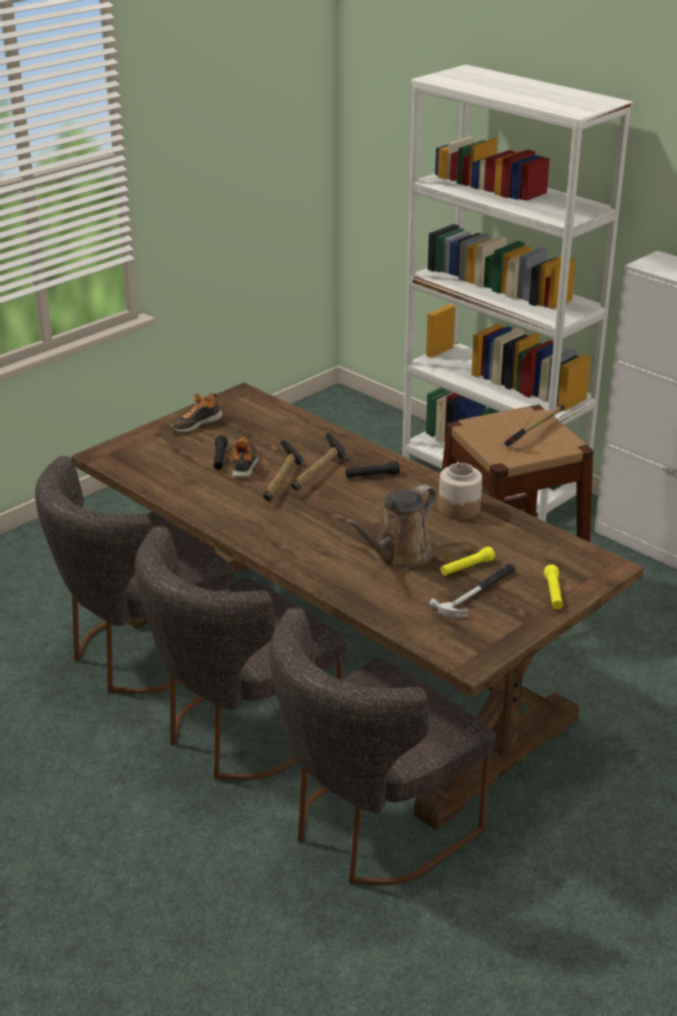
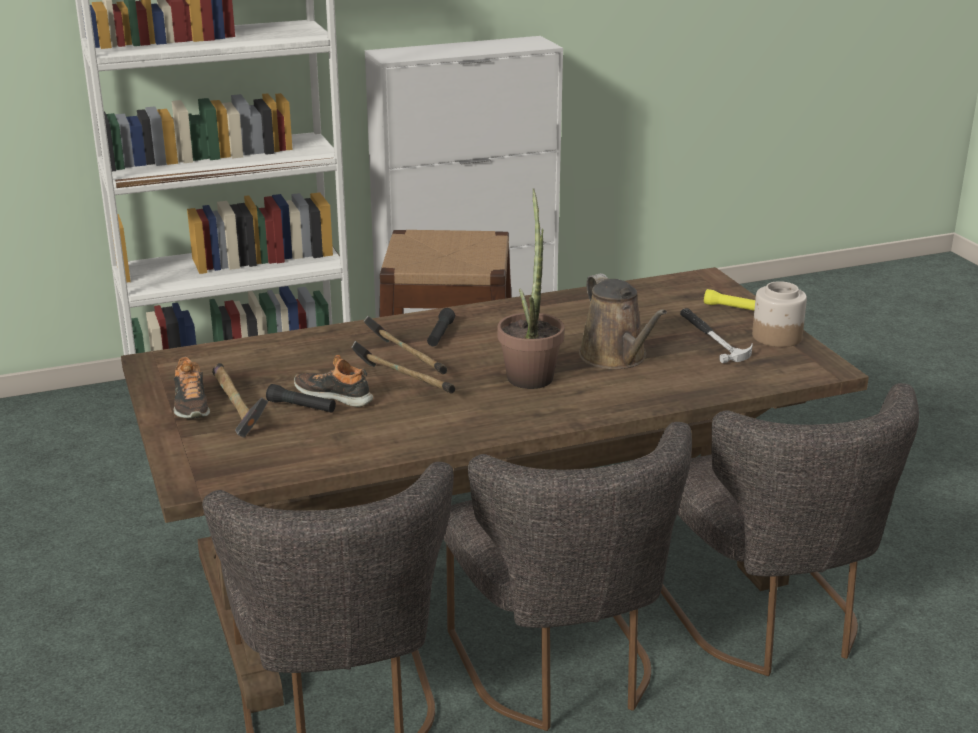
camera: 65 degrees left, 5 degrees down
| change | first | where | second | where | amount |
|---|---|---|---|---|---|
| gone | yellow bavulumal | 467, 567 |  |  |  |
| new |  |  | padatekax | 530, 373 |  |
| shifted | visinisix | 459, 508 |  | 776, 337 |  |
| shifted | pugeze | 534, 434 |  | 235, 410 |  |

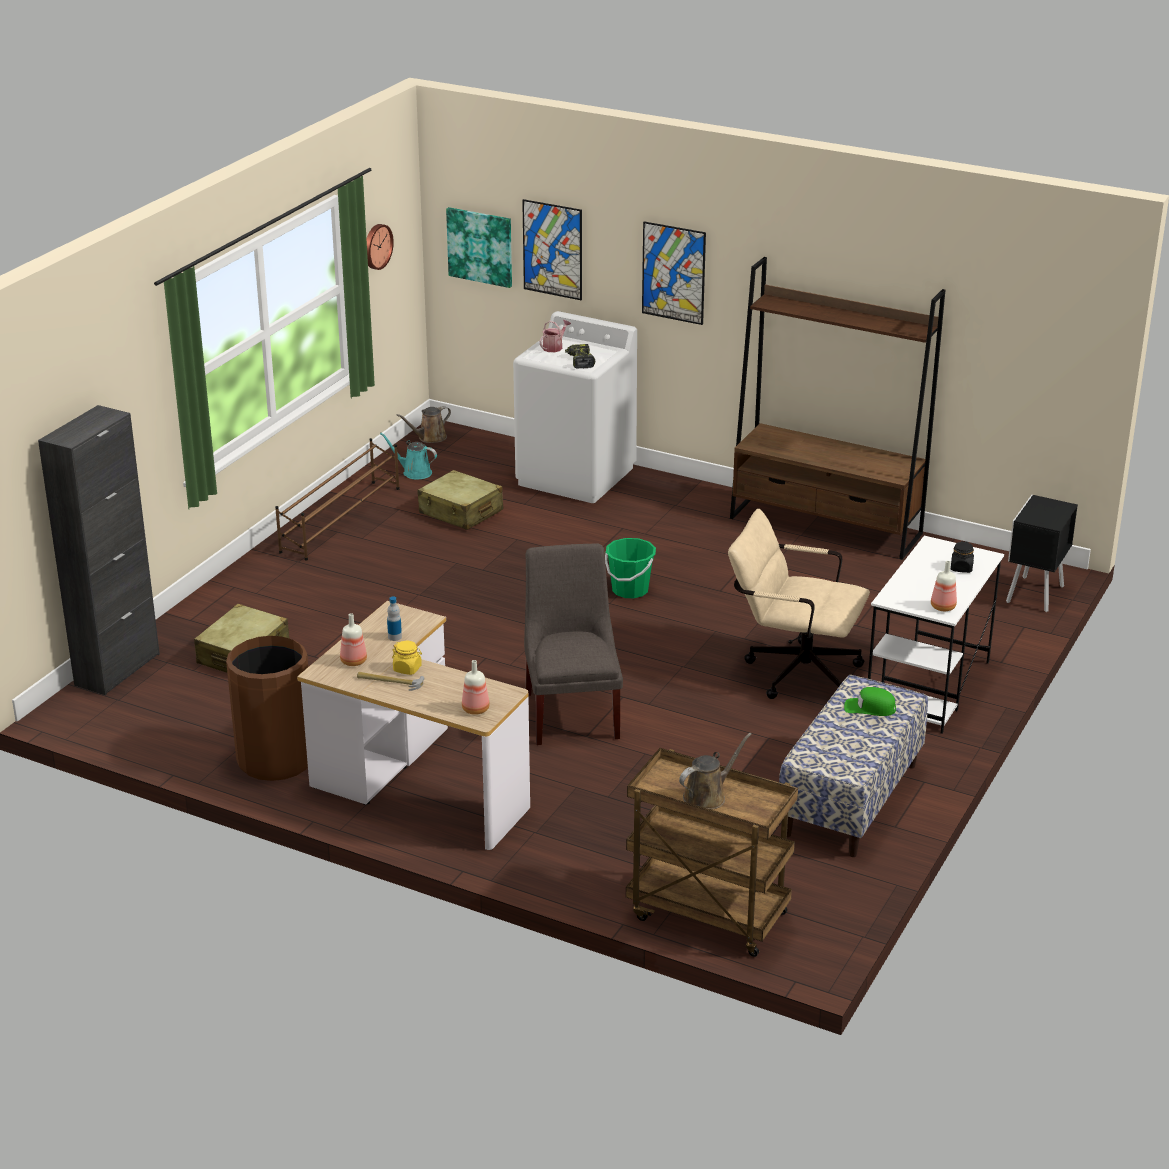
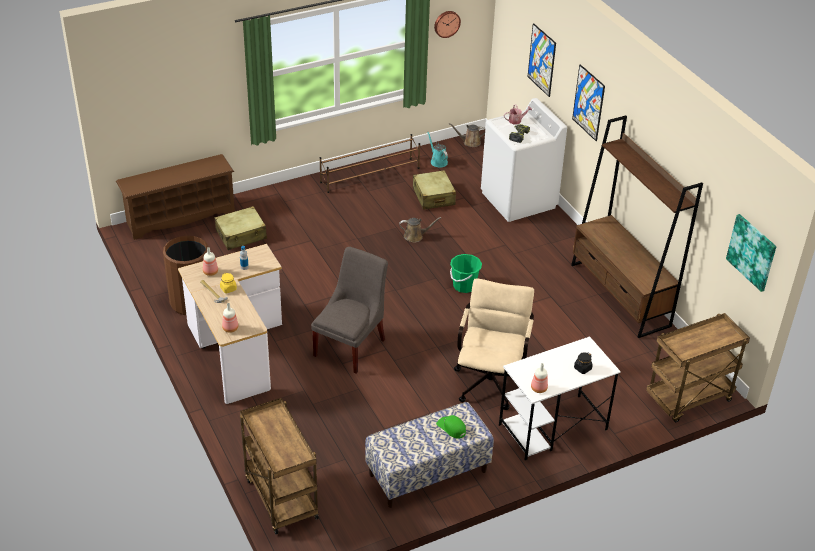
camera: 35 degrees right, 10 degrees up
| change | first | where | second | where | amount |
|---|---|---|---|---|---|
| shifted | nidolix | 480, 246 |  | 752, 252 |  |
| shifted | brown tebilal | 707, 796 |  | 415, 236 |  |
| swapped | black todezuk | 117, 669 | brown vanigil | 180, 217 |  |
| swapped | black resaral | 1033, 595 | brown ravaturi | 688, 400 |  |
| rotated | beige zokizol | 793, 671 |  | 491, 379 | 45 degrees clockwise |

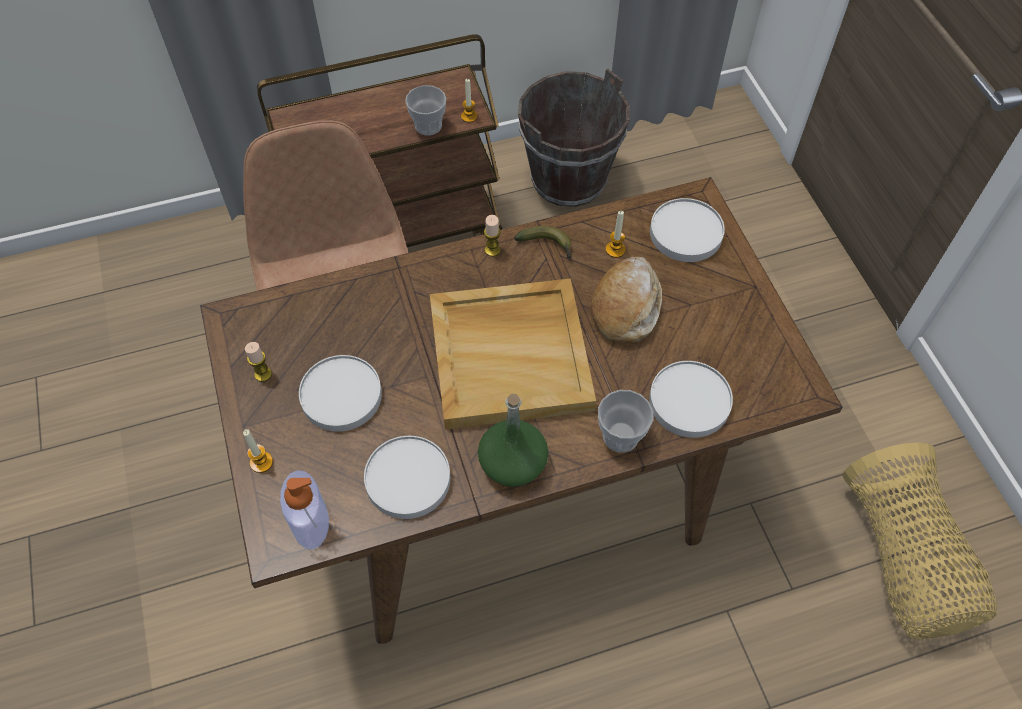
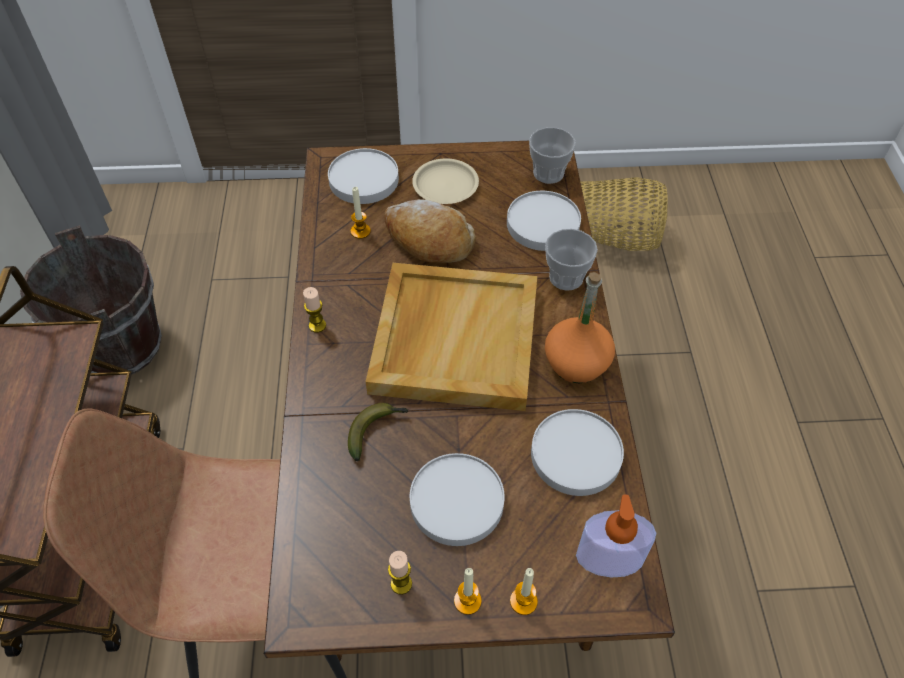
camera: 75 degrees left, 5 degrees down
| change | first | where | second | where | amount |
|---|---|---|---|---|---|
| new |  |  | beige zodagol | 445, 185 |  |
| shifted | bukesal | 428, 125 |  | 548, 173 |  |
| shifted | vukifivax | 469, 116 |  | 467, 601 |  |
| shifted | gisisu | 548, 246 |  | 376, 430 |  |
| repainted | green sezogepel | 513, 463 | orange sezogepel | 576, 362 |  |

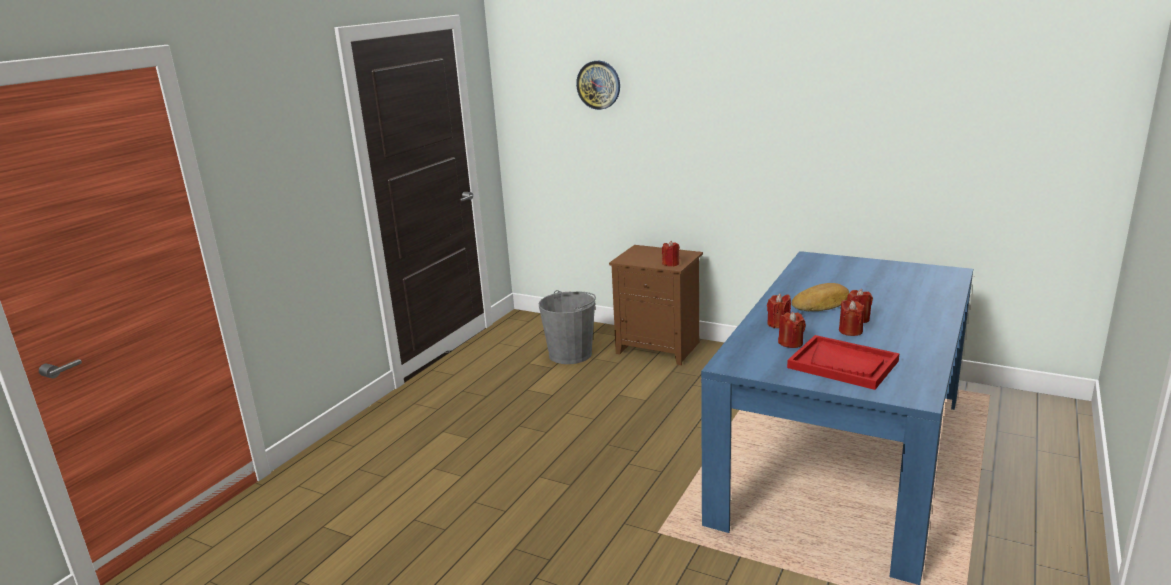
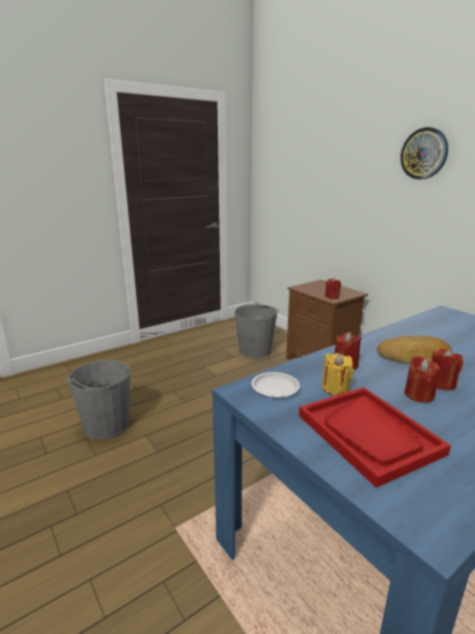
camera: 25 degrees right, 0 degrees up
| change | first | where | second | where | amount |
|---|---|---|---|---|---|
| new |  |  | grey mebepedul | 106, 425 |  |
| new |  |  | white zodagol | 275, 387 |  |
| shifted | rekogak | 598, 85 |  | 424, 153 |  |
| repainted | red vukifivax | 790, 343 | yellow vukifivax | 335, 388 |  |

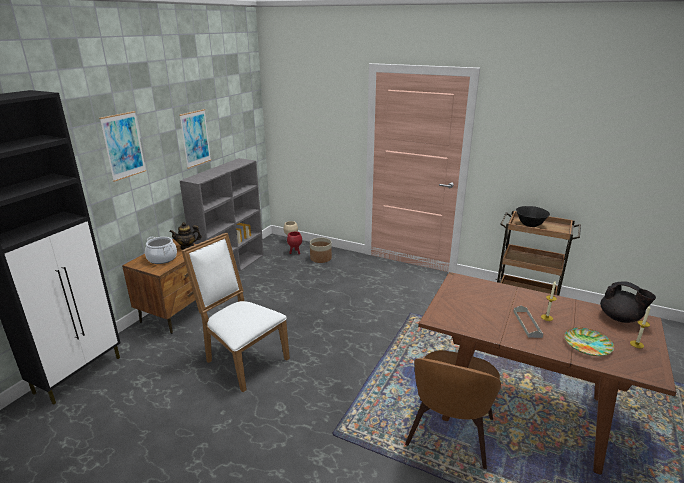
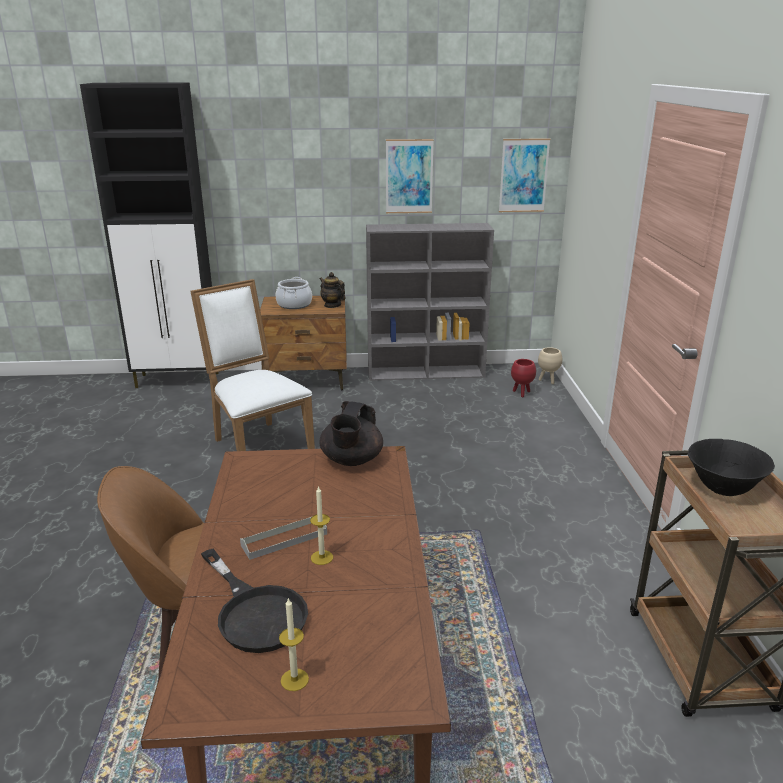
camera: 60 degrees right, 0 degrees up
| change | first | where | second | where | amount |
|---|---|---|---|---|---|
| gone | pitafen | 321, 258 |  |  |  |
| shifted | nidolix | 123, 146 |  | 523, 175 |  |
| shifted | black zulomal | 620, 318 |  | 351, 460 |  |
| swapped | zodagol | 587, 344 | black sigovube | 255, 612 |  |
| rotated | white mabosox | 243, 359 |  | 258, 444 | 45 degrees counterclockwise |

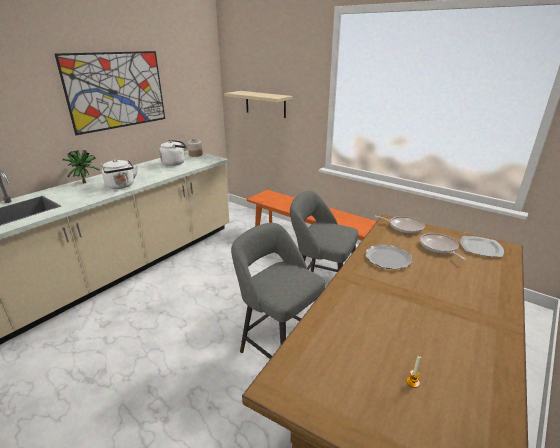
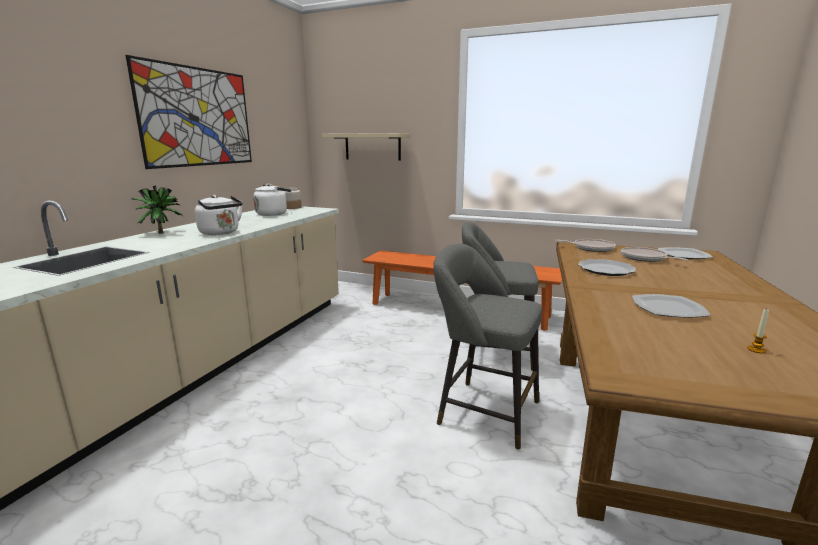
camera: 15 degrees left, 10 degrees down
| change | first | where | second | where | amount |
|---|---|---|---|---|---|
| new |  |  | zodagol | 667, 308 |  |

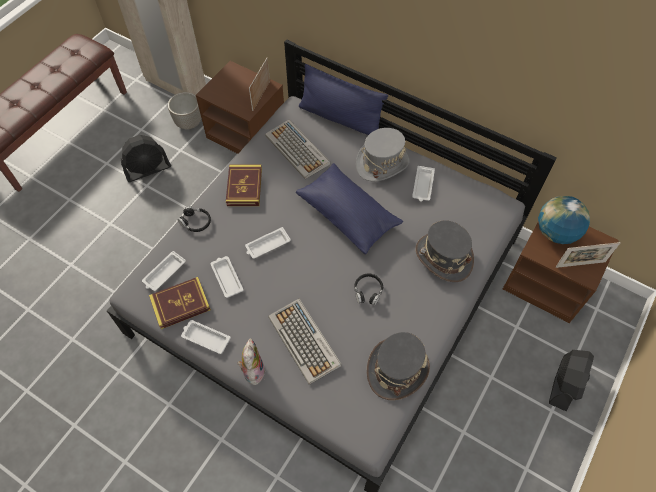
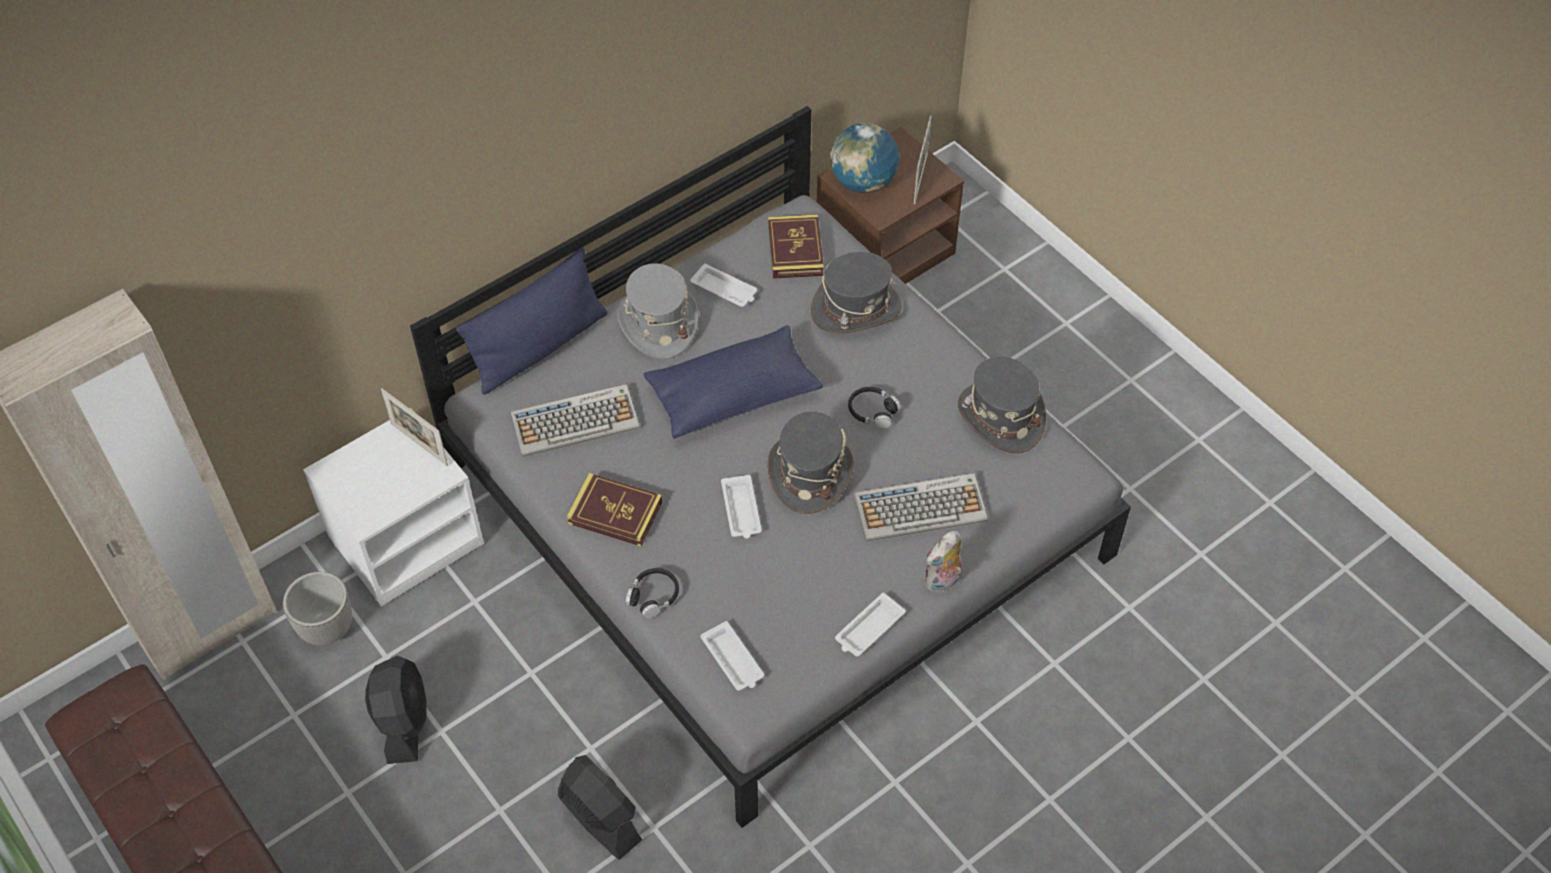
camera: 70 degrees left, 5 degrees down
| change | first | where | second | where | amount |
|---|---|---|---|---|---|
| gone | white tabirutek | 226, 277 |  |  |  |
| new |  |  | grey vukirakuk | 810, 473 |  |
| shifted | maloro | 180, 304 |  | 795, 250 |  |
| shifted | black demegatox | 564, 383 |  | 600, 818 |  |
| repainted | brown resaral | 247, 133 | white resaral | 406, 539 |  |
| rotated | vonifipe | 252, 370 |  | 943, 581 | 60 degrees counterclockwise |

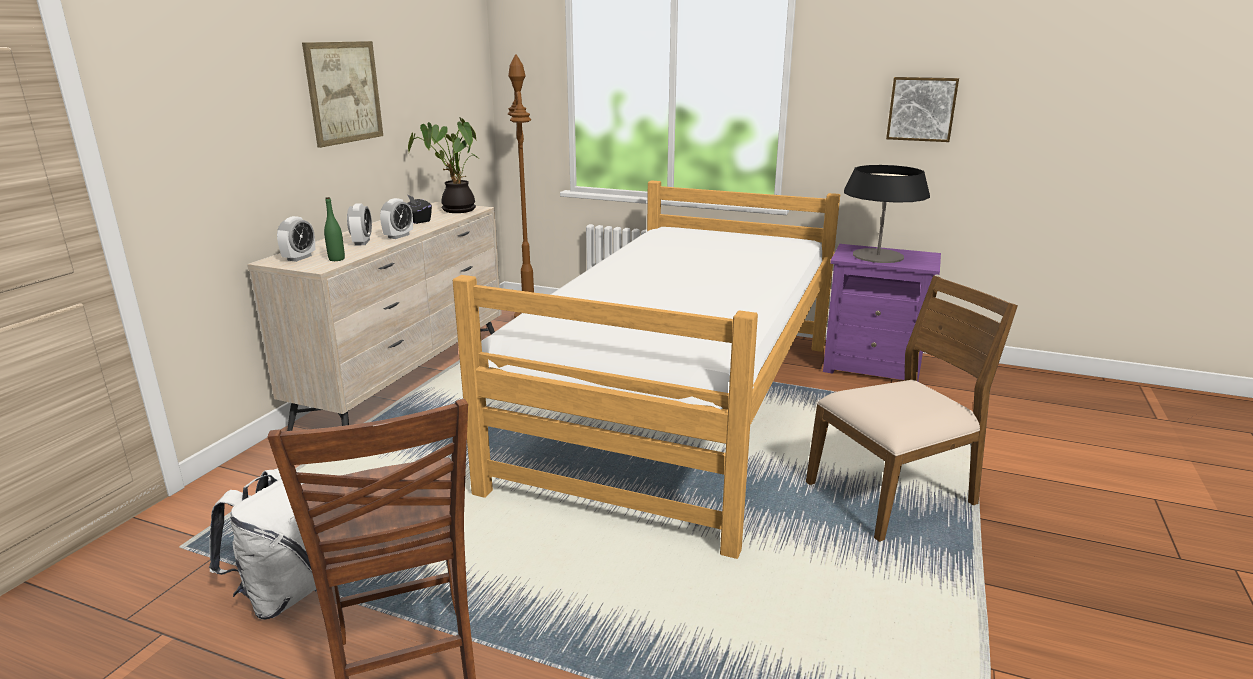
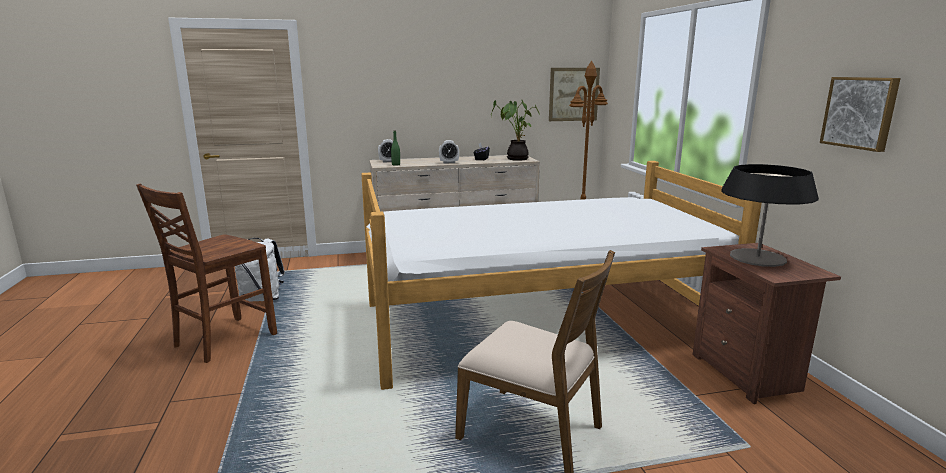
camera: 55 degrees right, 5 degrees down
| change | first | where | second | where | amount |
|---|---|---|---|---|---|
| gone | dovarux | 362, 242 |  |  |  |
| shifted | nidolix | 344, 92 |  | 573, 94 |  |
| repainted | purple resaral | 872, 367 | brown resaral | 748, 374 |  |

